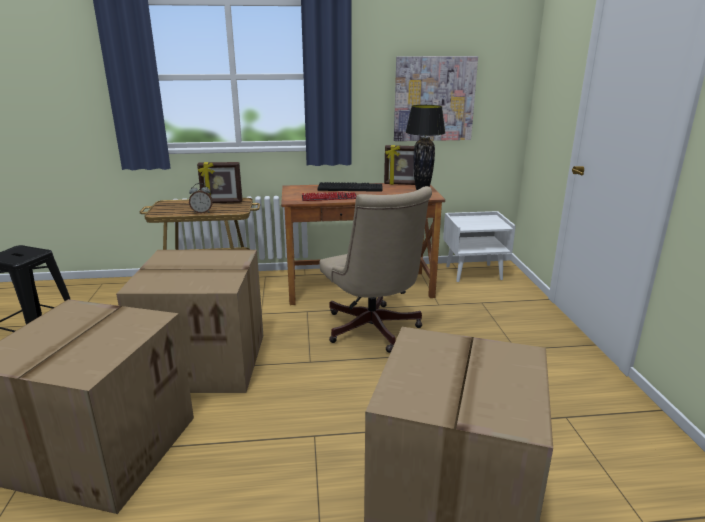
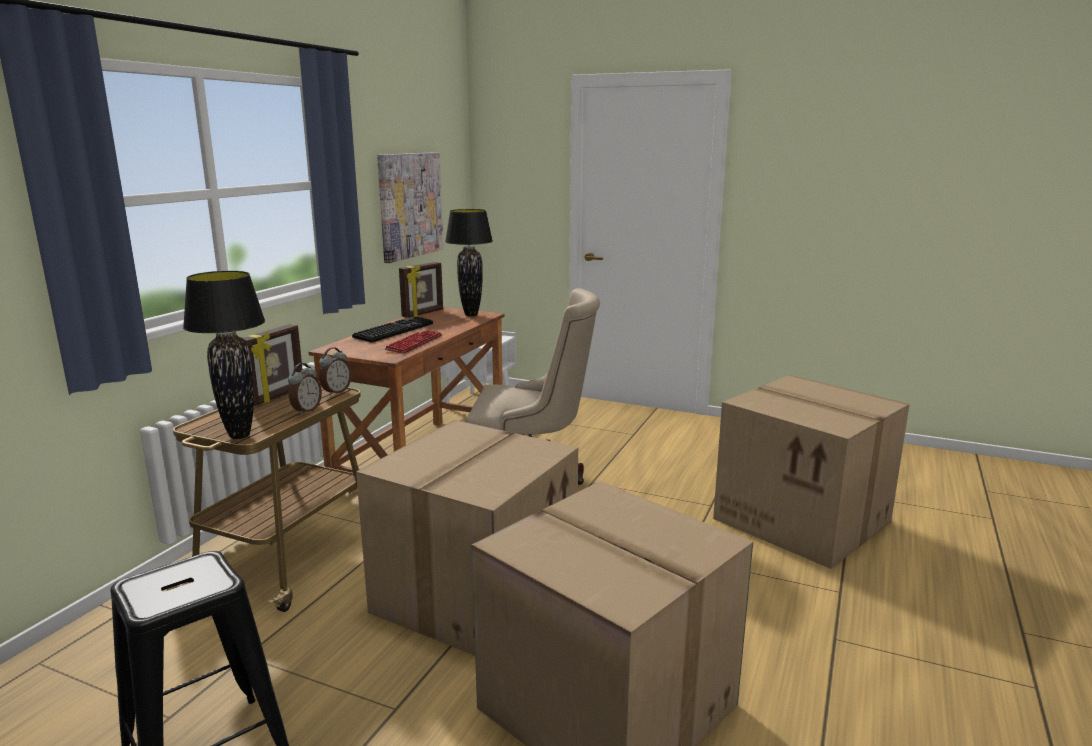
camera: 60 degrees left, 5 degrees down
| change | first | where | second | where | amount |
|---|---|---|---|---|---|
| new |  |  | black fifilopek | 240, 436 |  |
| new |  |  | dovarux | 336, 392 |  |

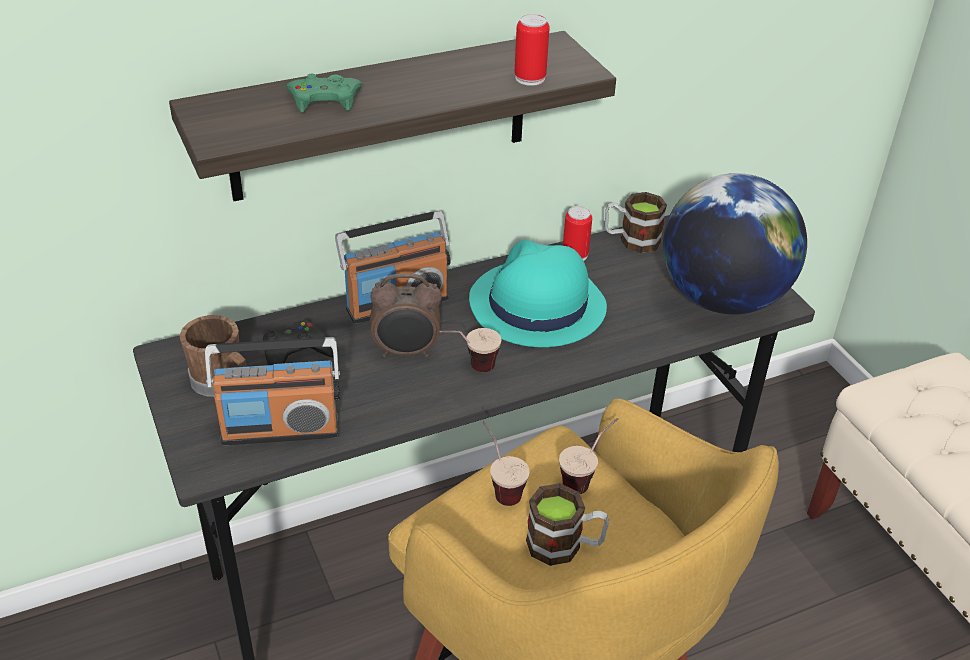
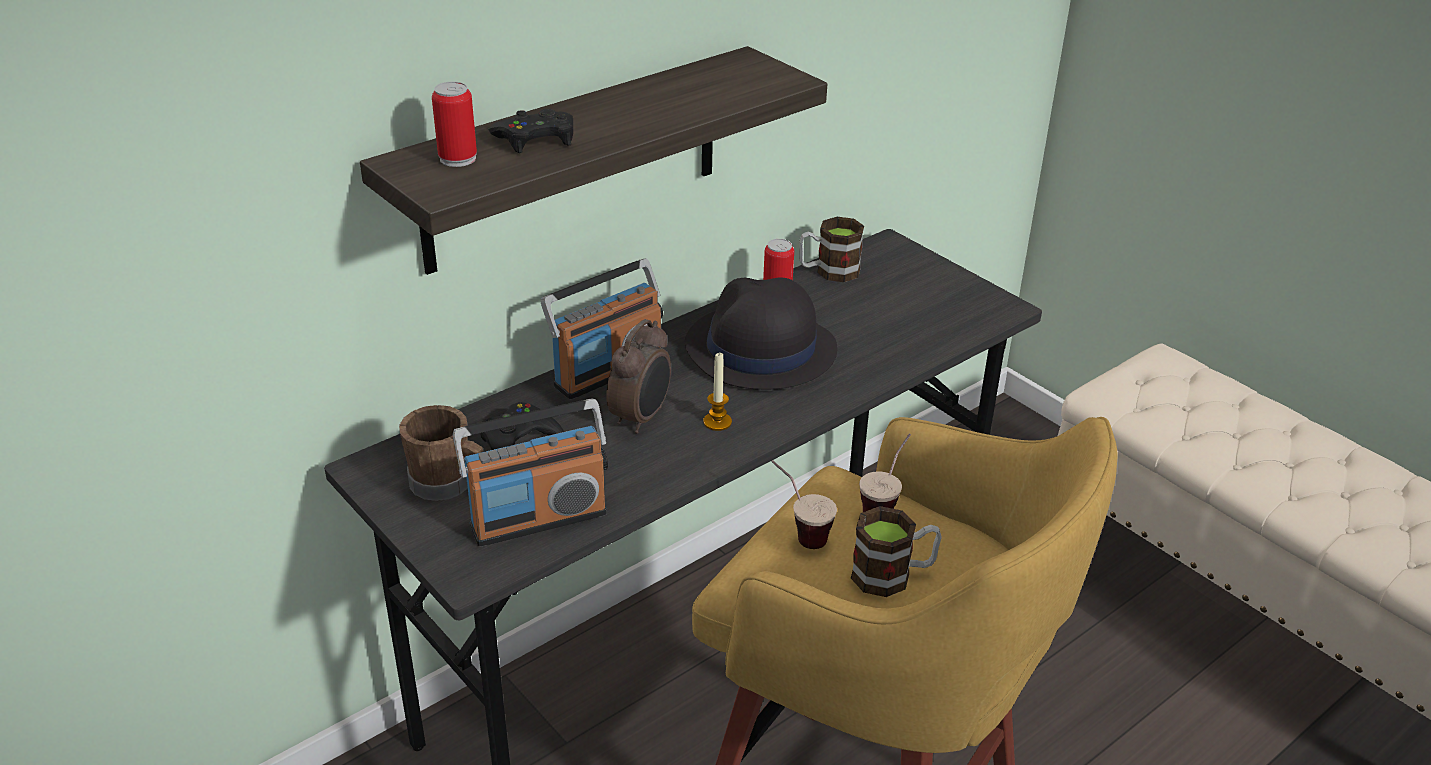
camera: 15 degrees left, 5 degrees down
| change | first | where | second | where | amount |
|---|---|---|---|---|---|
| gone | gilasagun | 722, 299 |  |  |  |
| shifted | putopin | 530, 78 |  | 458, 158 |  |
| swapped | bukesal | 469, 368 | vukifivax | 717, 422 |  |
| repainted | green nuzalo | 325, 100 | black nuzalo | 536, 139 |  |
| repainted | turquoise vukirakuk | 536, 305 | black vukirakuk | 759, 349 |  |
| rotated | dovarux | 406, 352 |  | 641, 418 | 45 degrees counterclockwise |

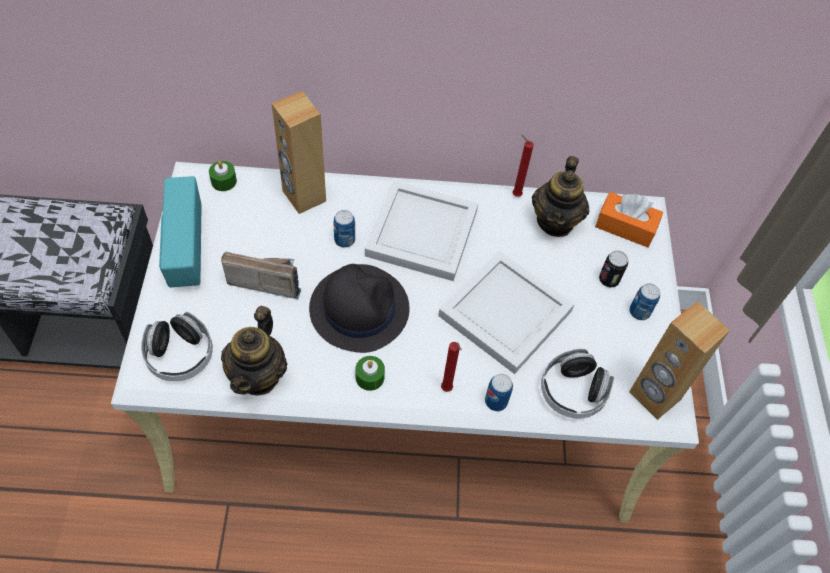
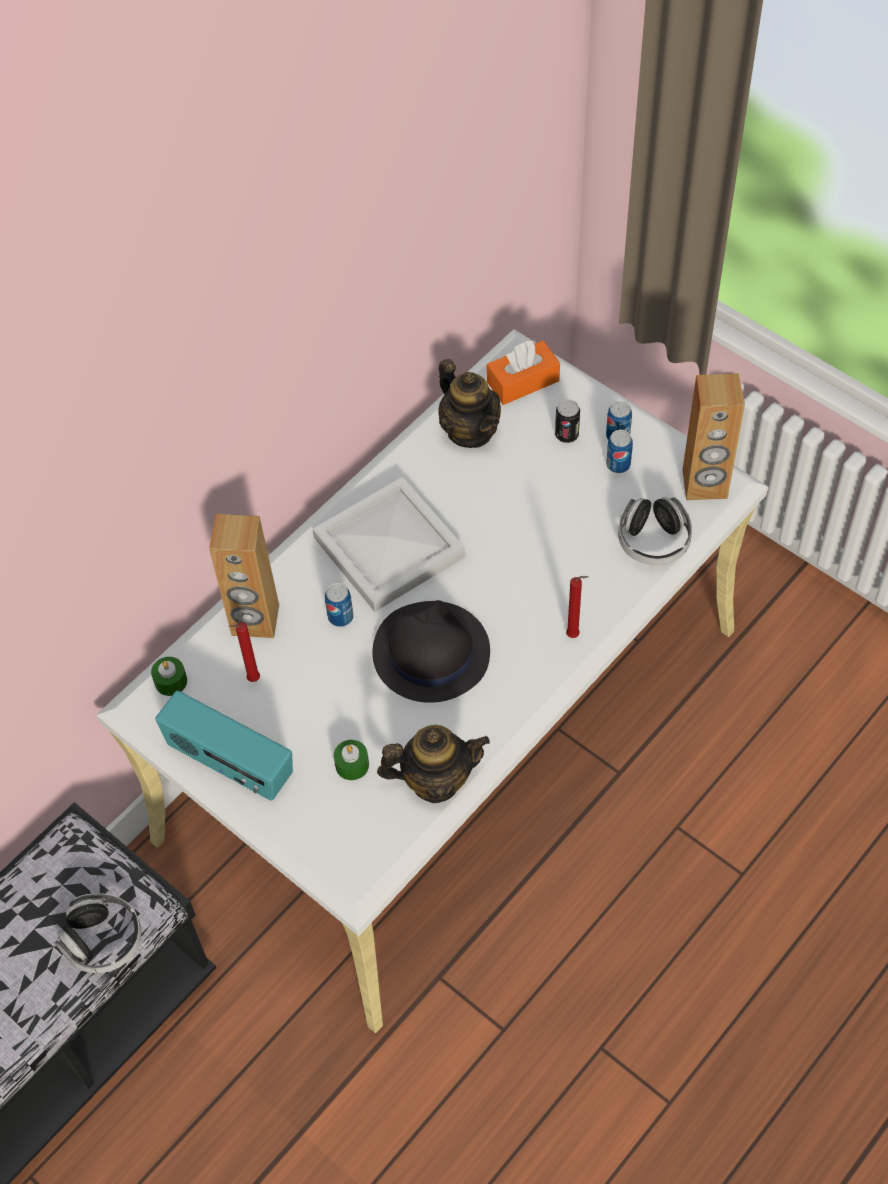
camera: 45 degrees left, 0 degrees up
| change | first | where | second | where | amount |
|---|---|---|---|---|---|
| gone | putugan | 264, 279 |  |  |  |
| gone | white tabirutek | 503, 313 |  |  |  |
| shifted | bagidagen | 180, 356 |  | 103, 941 |  |
| shifted | green vukifivax | 370, 377 |  | 352, 765 |  |
| shifted | putopin | 496, 401 |  | 618, 465 |  |
| shifted | red vukifivax | 515, 194 |  | 251, 679 |  |
| rotated | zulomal | 258, 375 |  | 435, 780 | 60 degrees counterclockwise |

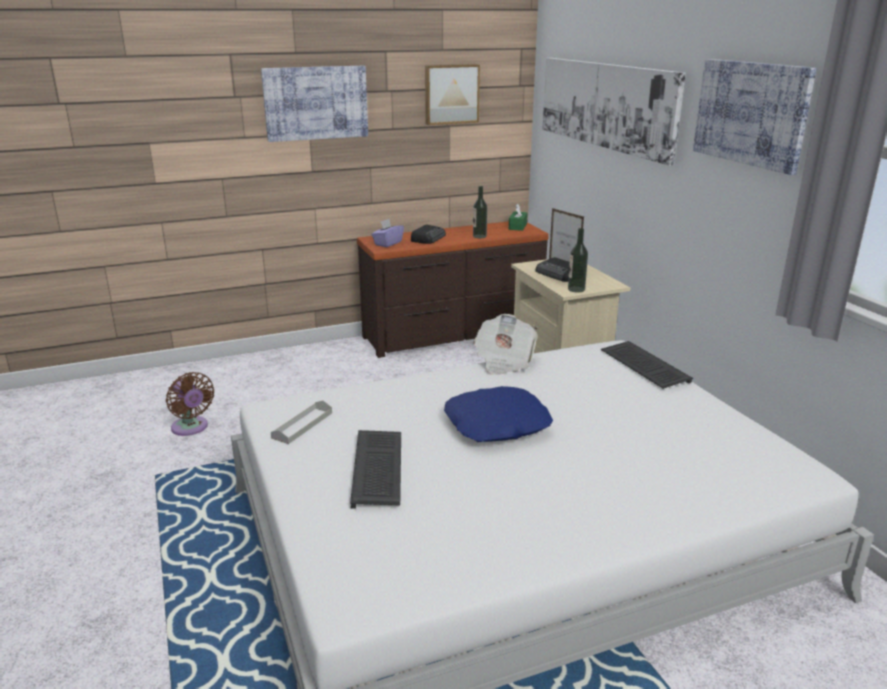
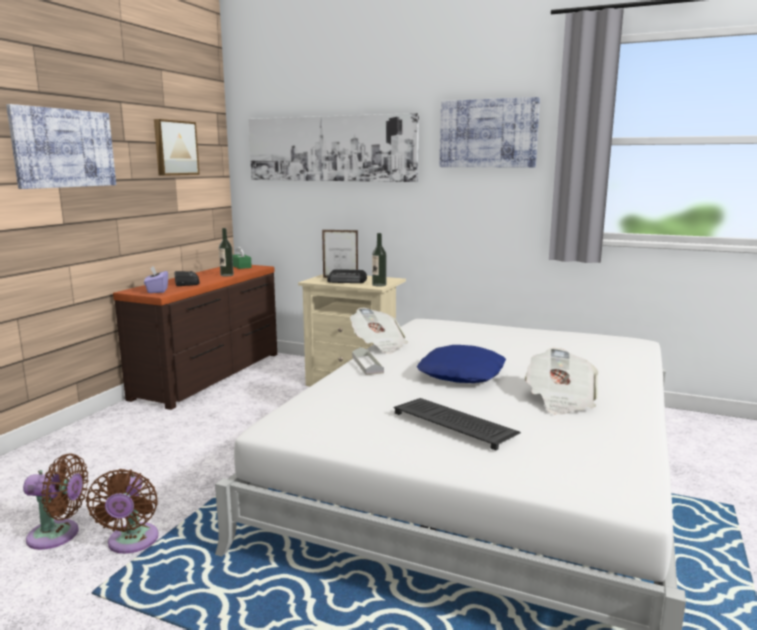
camera: 45 degrees left, 10 degrees down
| change | first | where | second | where | amount |
|---|---|---|---|---|---|
| gone | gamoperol | 642, 366 |  |  |  |
| new |  |  | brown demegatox | 131, 542 |  |
| new |  |  | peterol | 560, 400 |  |
| shifted | grey tabirutek | 302, 425 |  | 367, 364 |  |

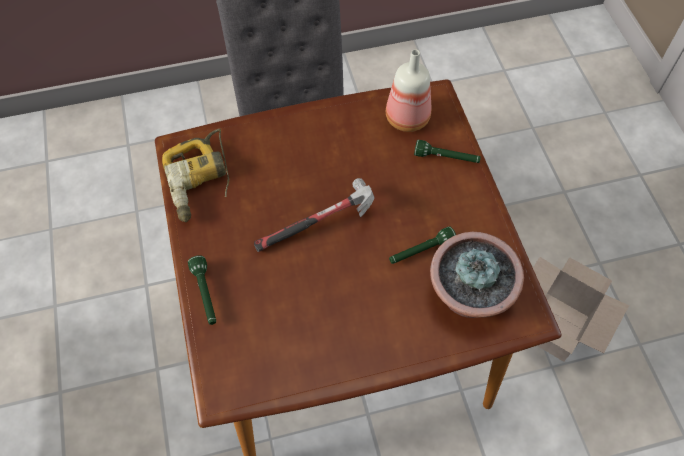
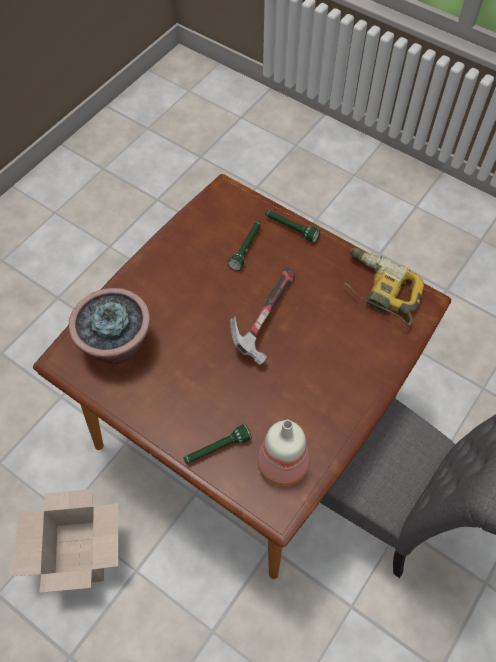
camera: 140 degrees right, 0 degrees up
| change | first | where | second | where | amount |
|---|---|---|---|---|---|
| shifted | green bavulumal | 421, 251 |  | 246, 248 |  |

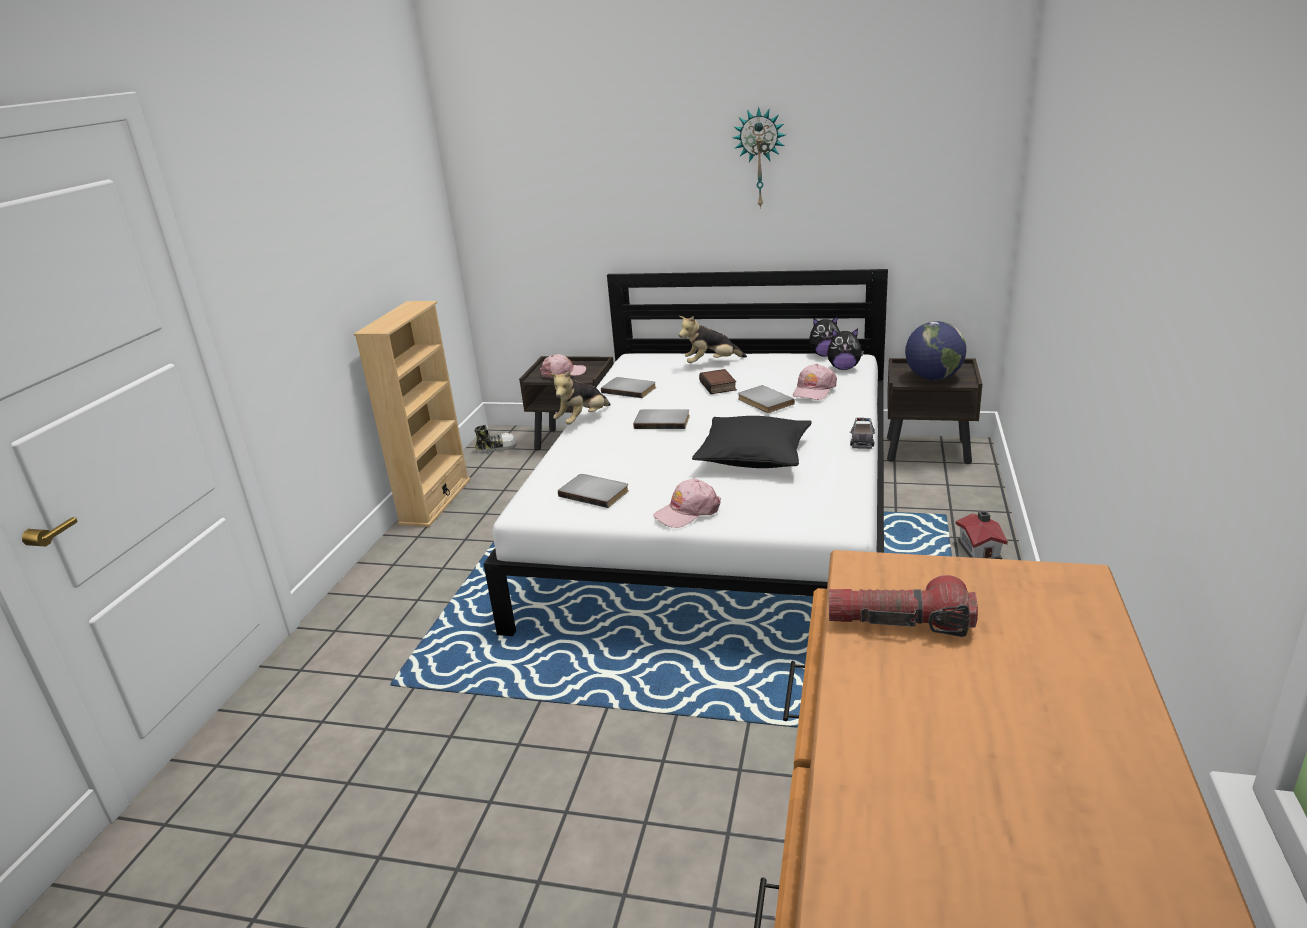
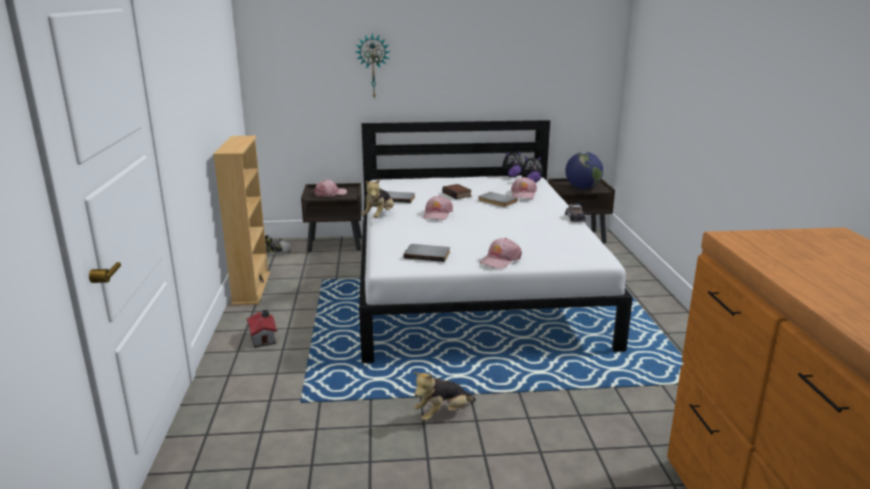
camera: 20 degrees left, 5 degrees down
| change | first | where | second | where | amount |
|---|---|---|---|---|---|
| gone | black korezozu | 753, 457 |  |  |  |
| gone | bavulumal | 900, 623 |  |  |  |
| shifted | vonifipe | 711, 363 |  | 443, 414 |  |
| shifted | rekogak | 760, 158 |  | 373, 66 |  |
| shifted | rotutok | 980, 549 |  | 263, 338 |  |
| swapped | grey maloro | 662, 421 | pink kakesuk | 437, 214 |  |

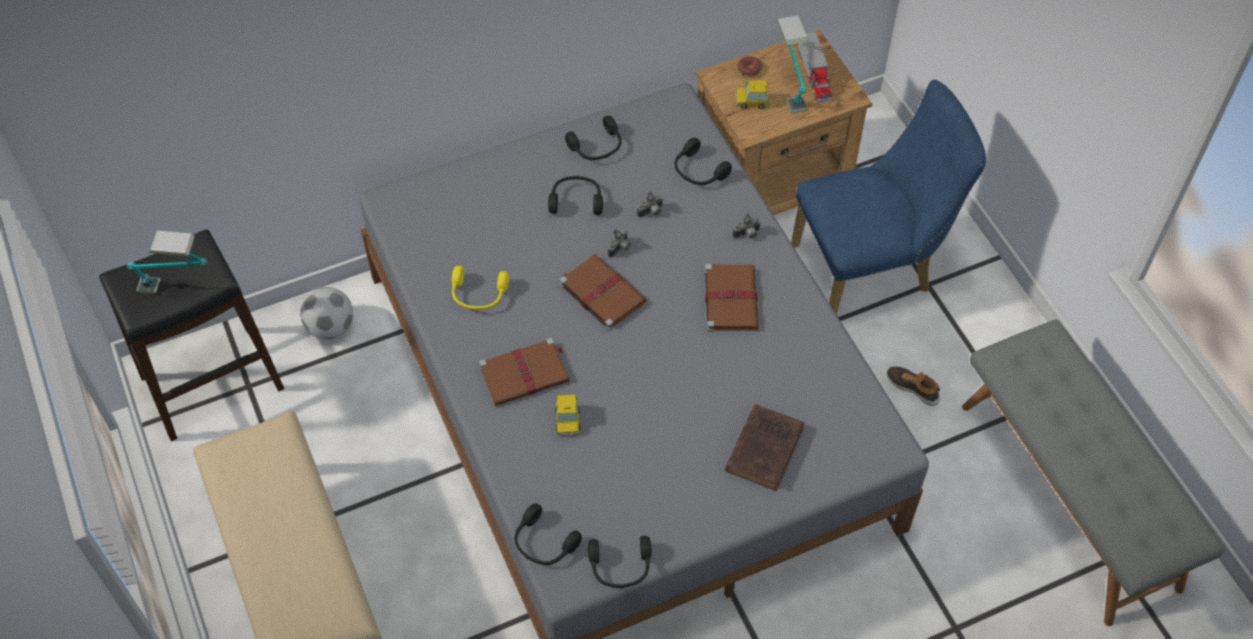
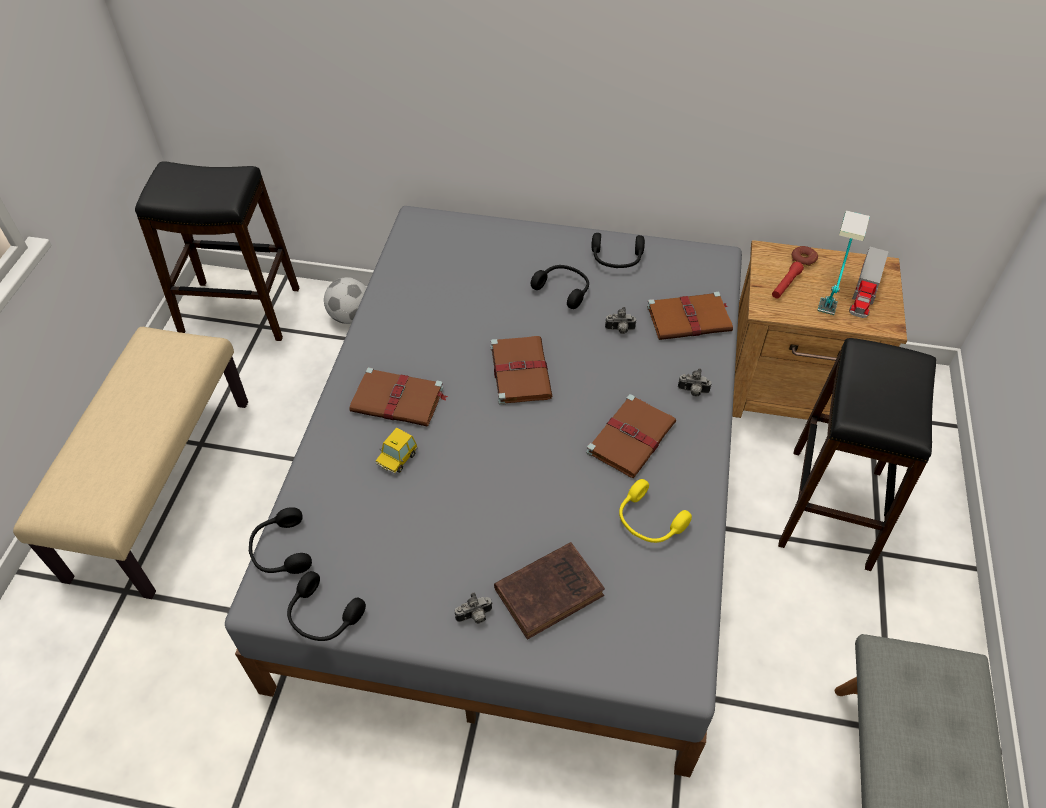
camera: 35 degrees right, 5 degrees down
| change | first | where | second | where | amount |
|---|---|---|---|---|---|
| gone | fifilopek | 178, 288 |  |  |  |
| gone | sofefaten | 913, 387 |  |  |  |
| shifted | yellow bagidagen | 478, 295 |  | 648, 522 |  |
| shifted | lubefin | 620, 249 |  | 475, 617 |  |
| swapped | black bagidagen | 698, 171 | brown maloro | 690, 319 |  |
| swapped | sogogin | 752, 101 | red bavulumal | 785, 285 |  |
| swapped | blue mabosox | 870, 268 | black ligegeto | 830, 508 |  |

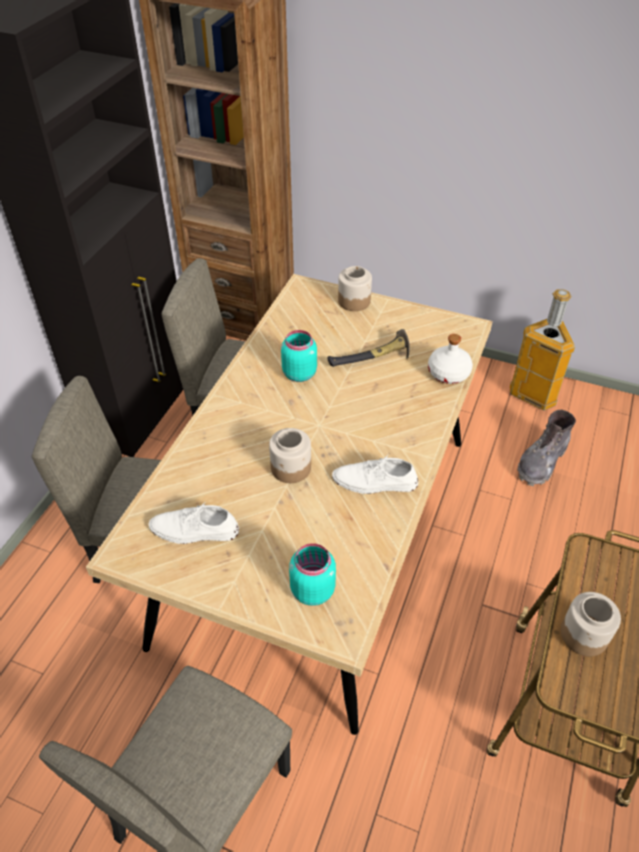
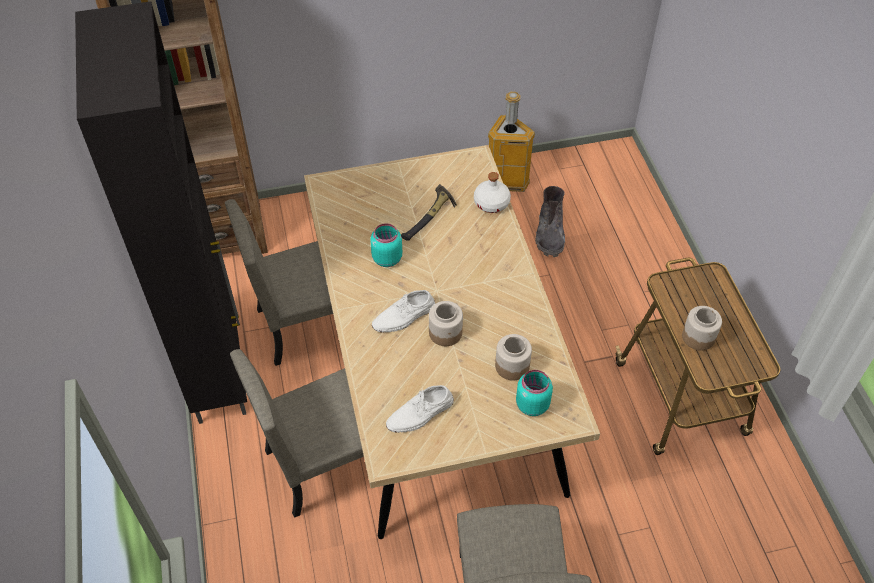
camera: 35 degrees left, 5 degrees up
| change | first | where | second | where | amount |
|---|---|---|---|---|---|
| shifted | white sofefaten | 374, 482 |  | 404, 316 |  |
| shifted | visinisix | 354, 301 |  | 512, 366 |  |

